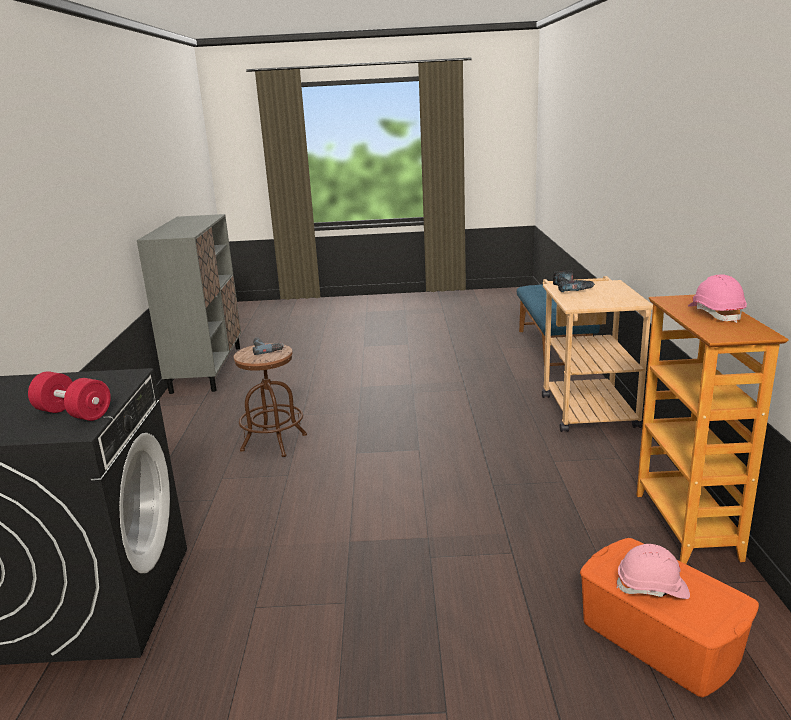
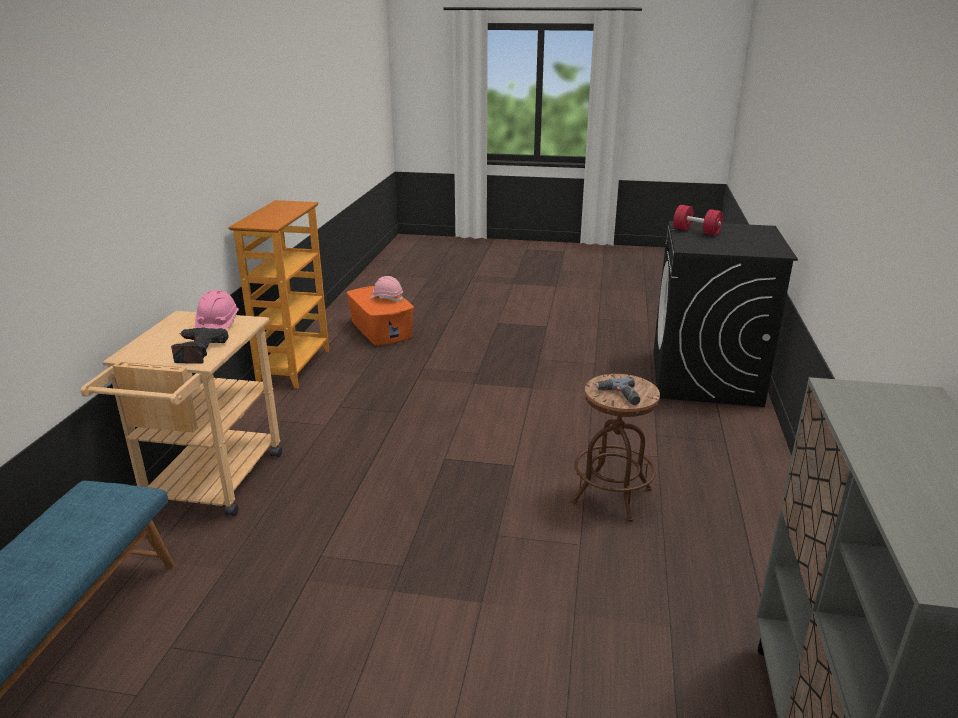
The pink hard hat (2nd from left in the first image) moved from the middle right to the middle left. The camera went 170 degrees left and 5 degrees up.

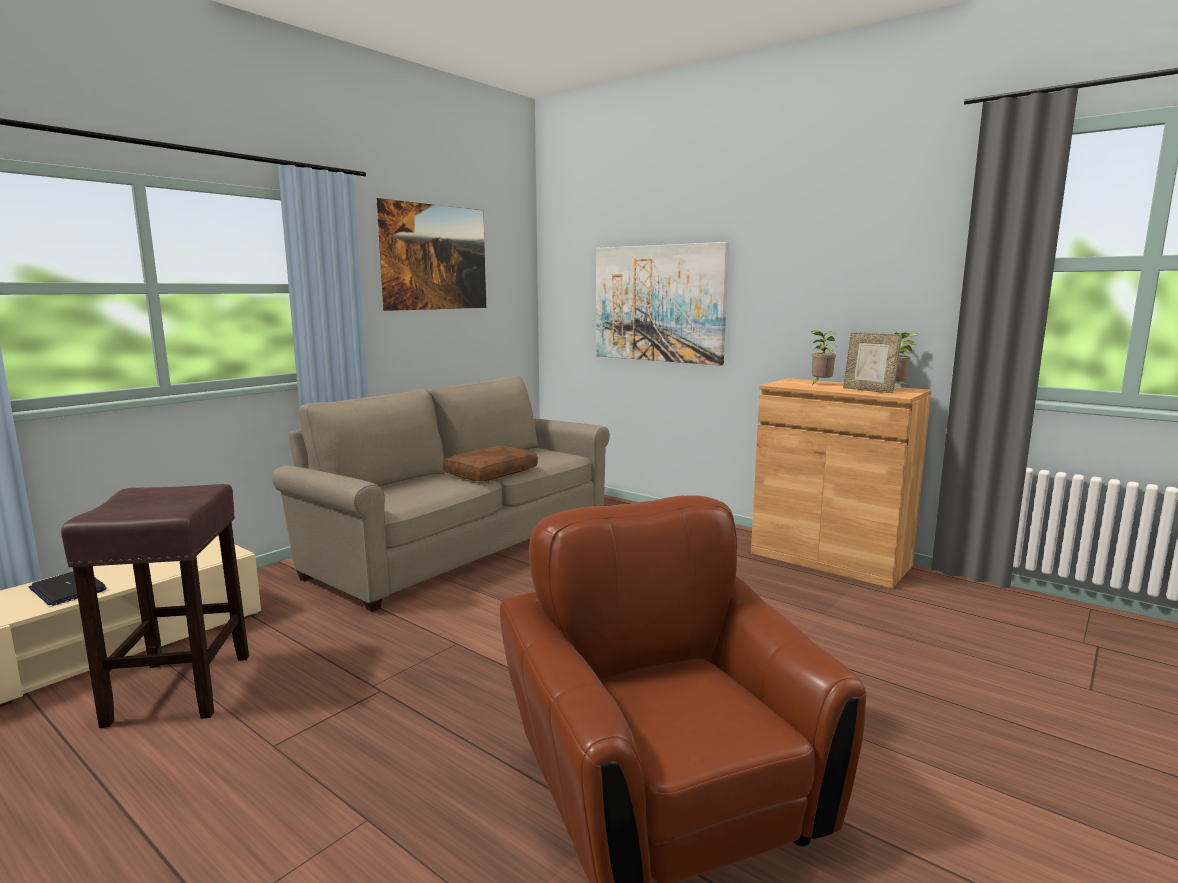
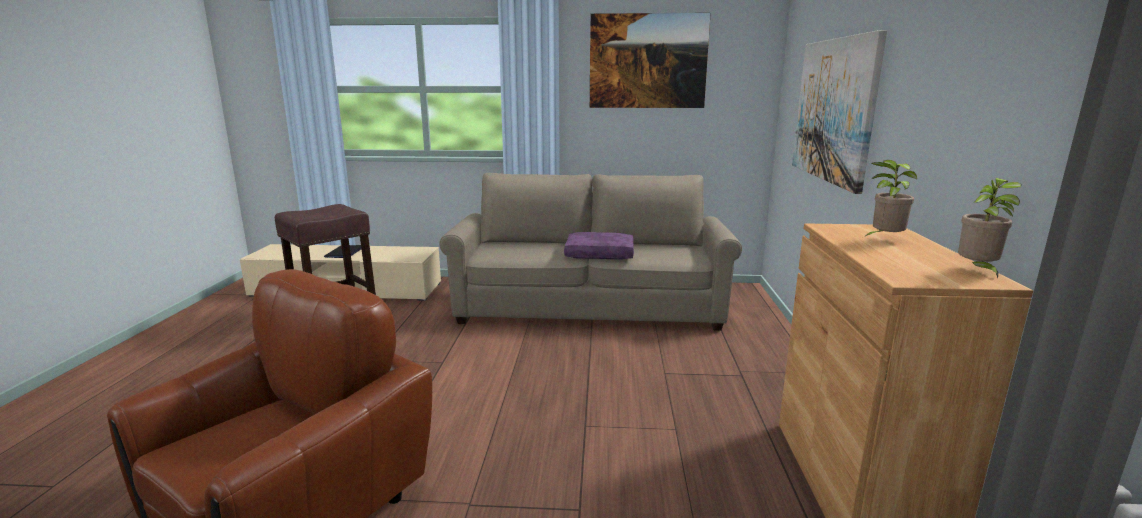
The brown pillow at the centre became the purple pillow at the centre. The picture frame at the middle right disappeared. The camera went 55 degrees right and 5 degrees up.

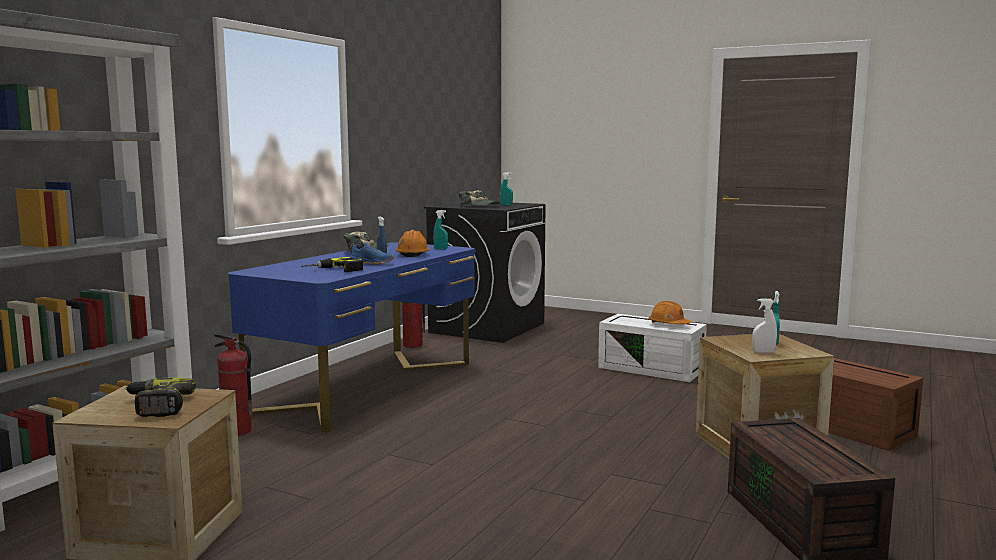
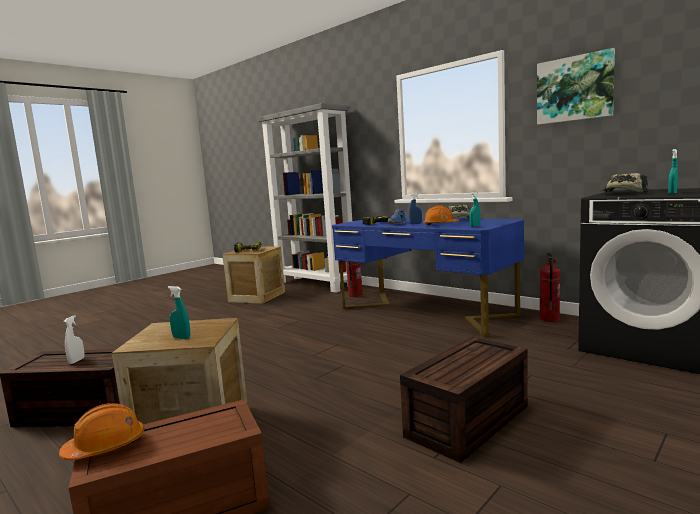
The orange hard hat (2nd from left in the first image) moved from the middle right to the bottom left. The white spray bottle moved from the middle right to the middle left. The white storage box at the centre became the brown storage box (3rd from left) at the bottom centre. The picture at the top right appeared. The camera went 105 degrees right and 0 degrees up.

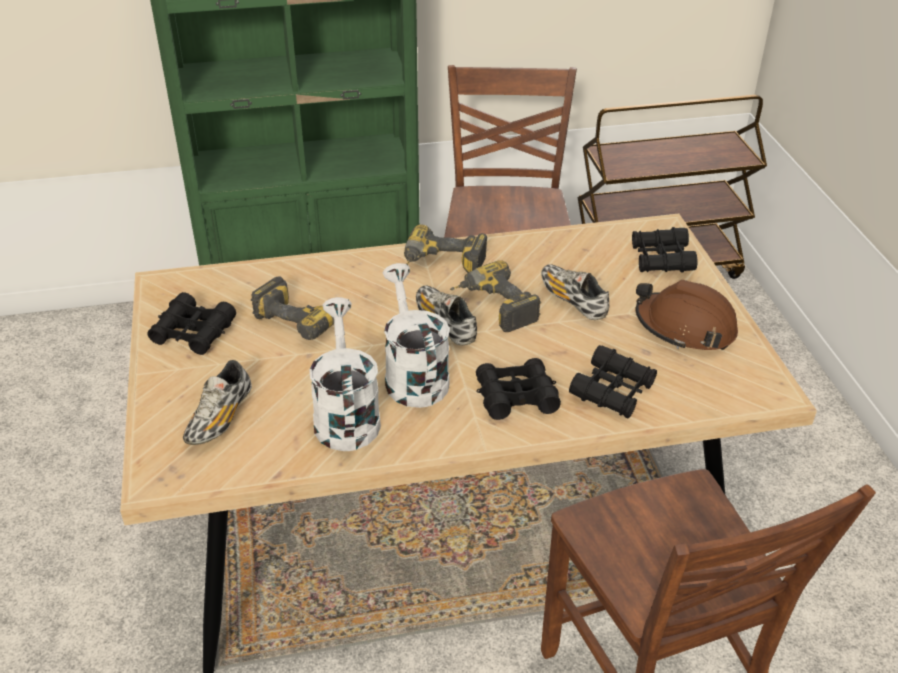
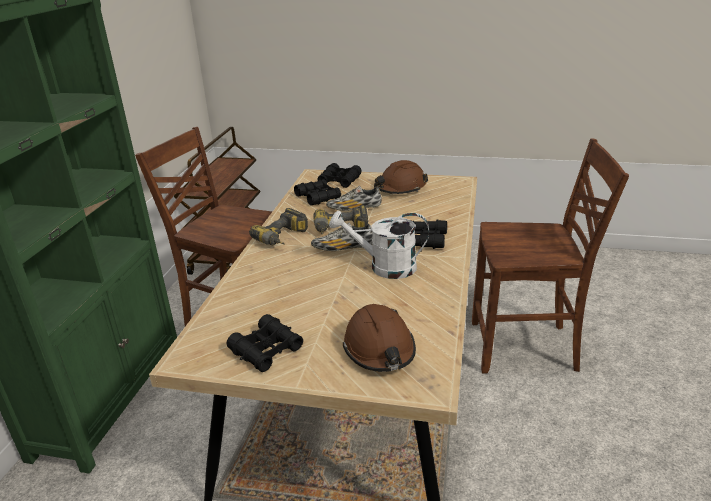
The black binoculars (3rd from left in the first image) moved from the middle right to the centre. The shoe (1st from left) at the middle left was replaced by the brown hard hat (1st from left) at the bottom centre. The power drill (1st from left) at the middle left disappeared. The white watering can (1st from left) at the centre disappeared. The camera went 65 degrees left and 10 degrees down.

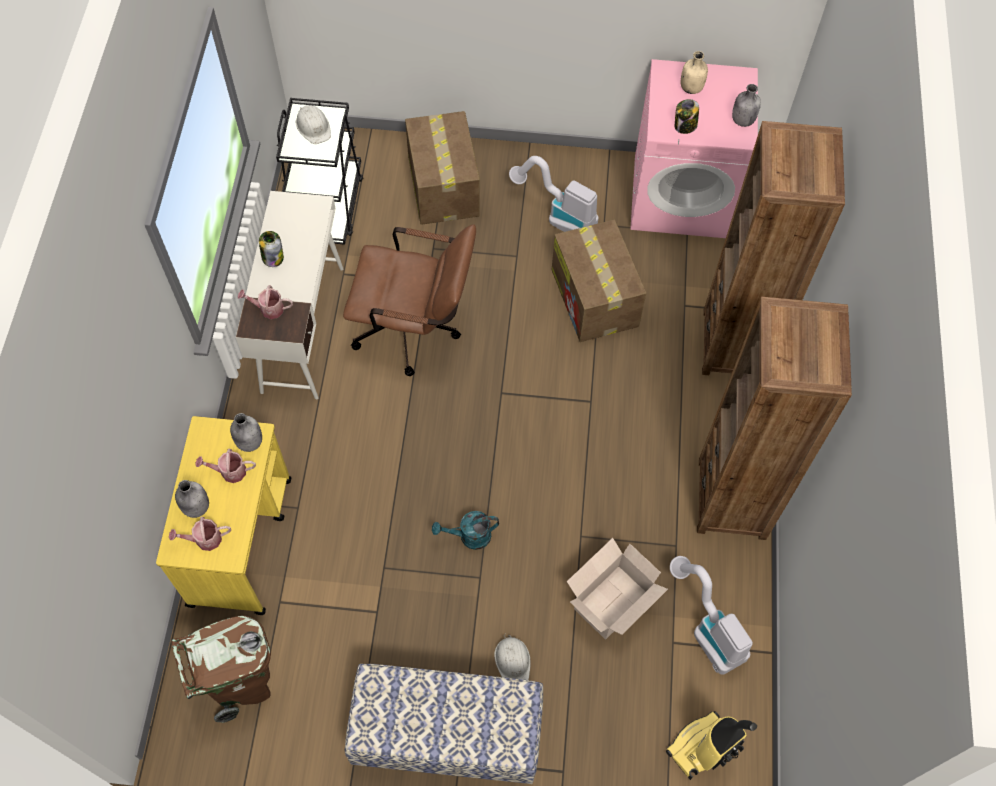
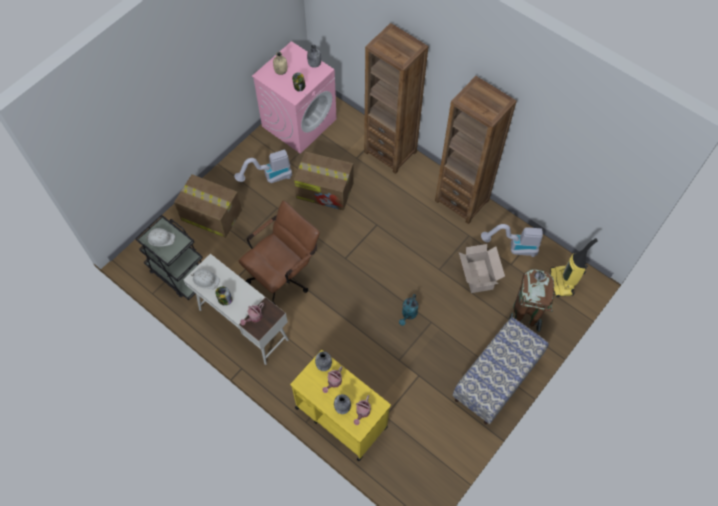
The white hard hat (2nd from left) moved from the bottom centre to the middle left. The brown trash can moved from the bottom left to the middle right. The camera went 55 degrees left and 0 degrees up.

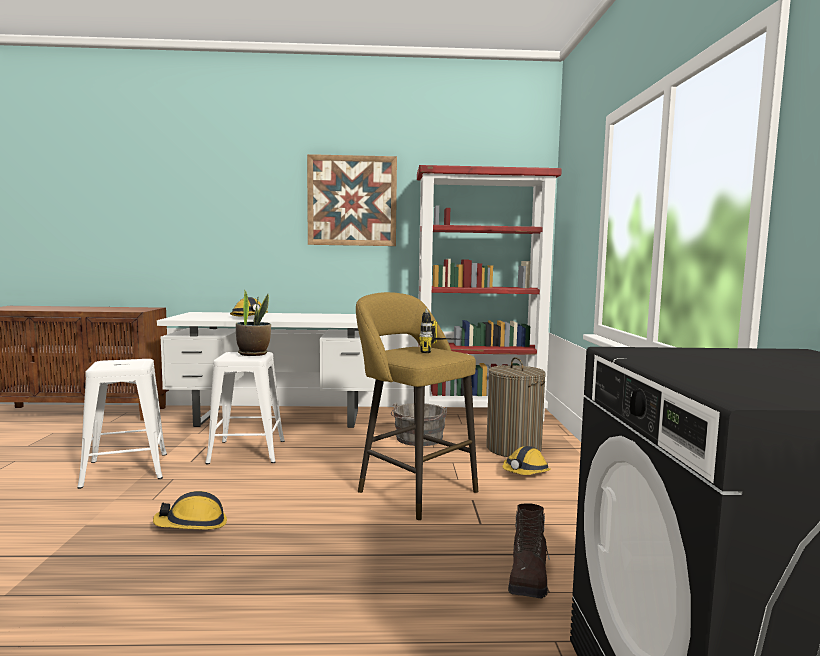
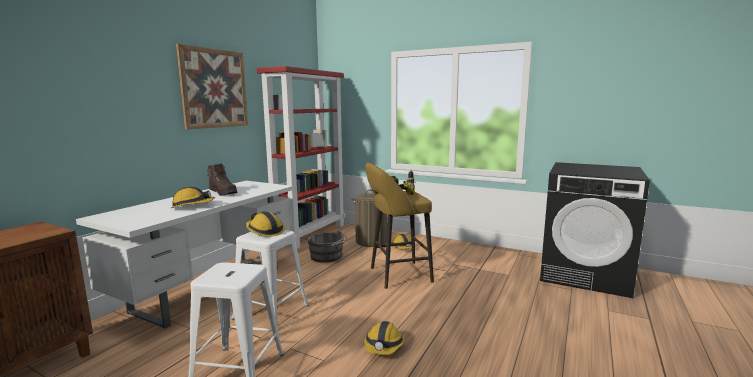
The brown boot moved from the bottom centre to the middle left. The potted plant at the middle left was replaced by the hard hat (2nd from left) at the centre. The camera went 60 degrees left and 5 degrees up.

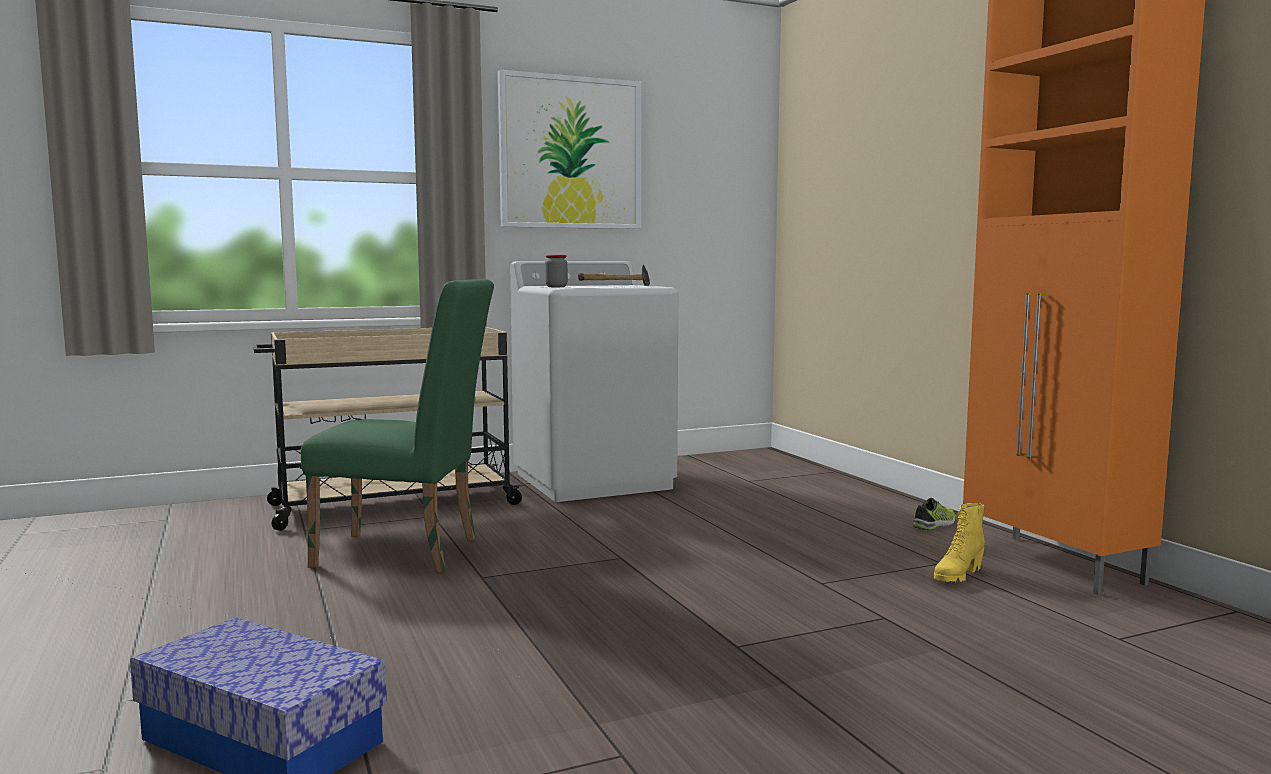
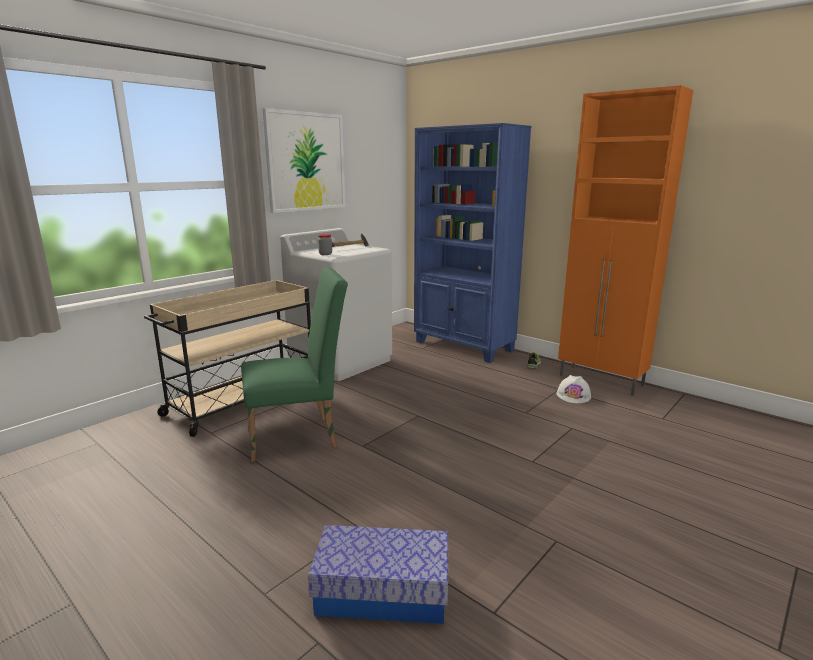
The blue bookcase at the centre appeared. The yellow boot at the bottom right was replaced by the white hard hat at the middle right. The camera went 25 degrees left and 10 degrees up.

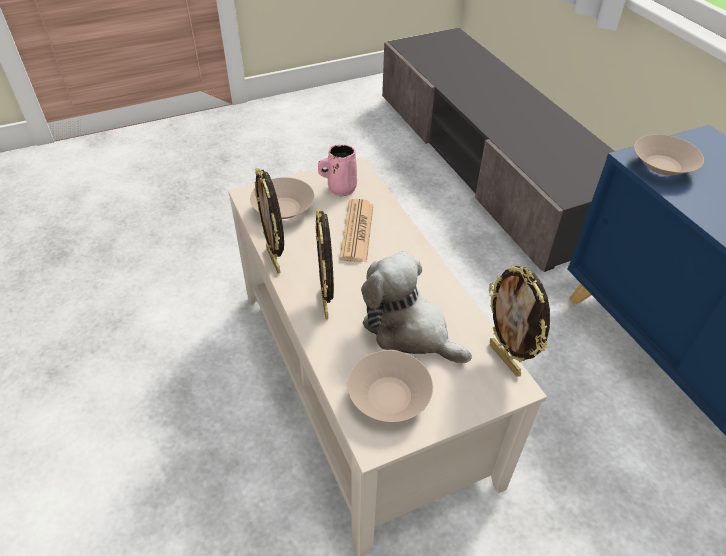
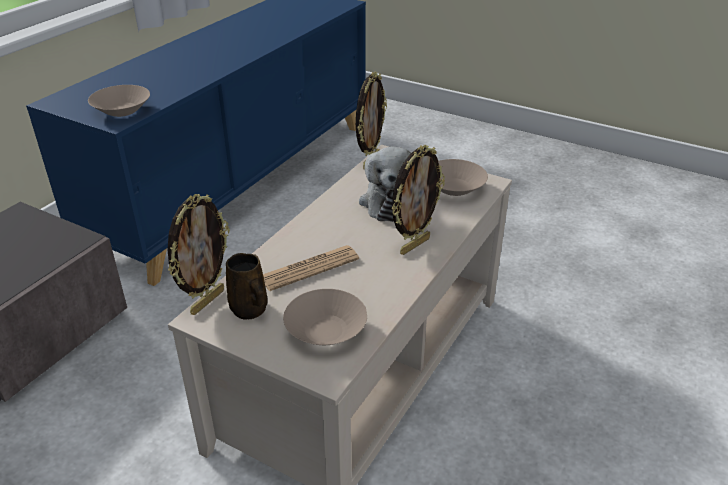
The picture frame (1st from left) moved from the centre to the middle left. The pink mug at the top centre became the brown mug at the centre. The camera went 125 degrees left and 10 degrees down.

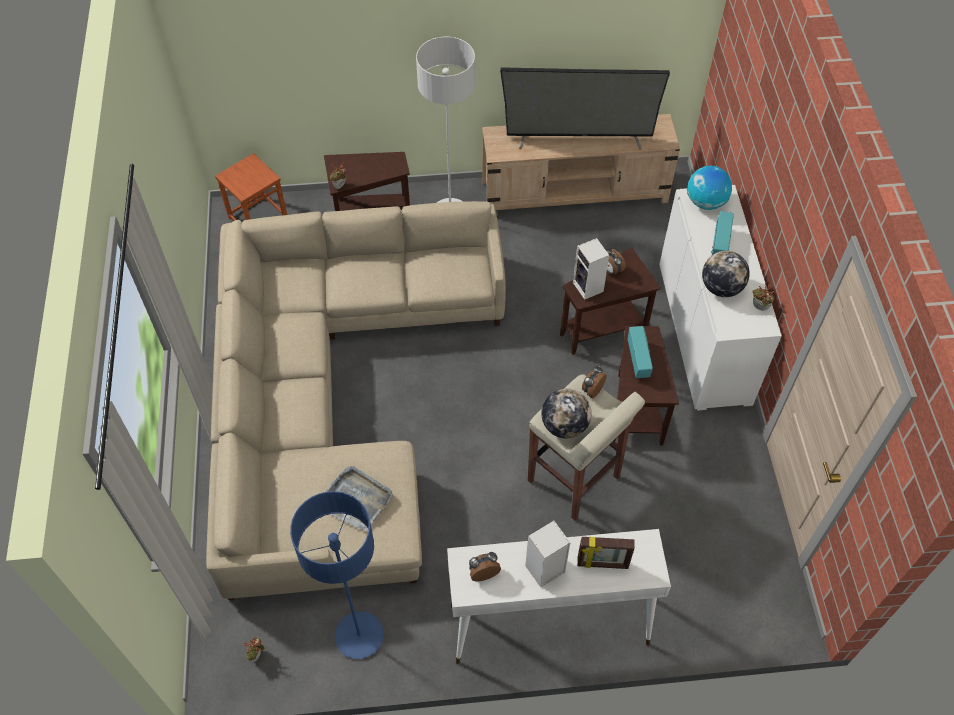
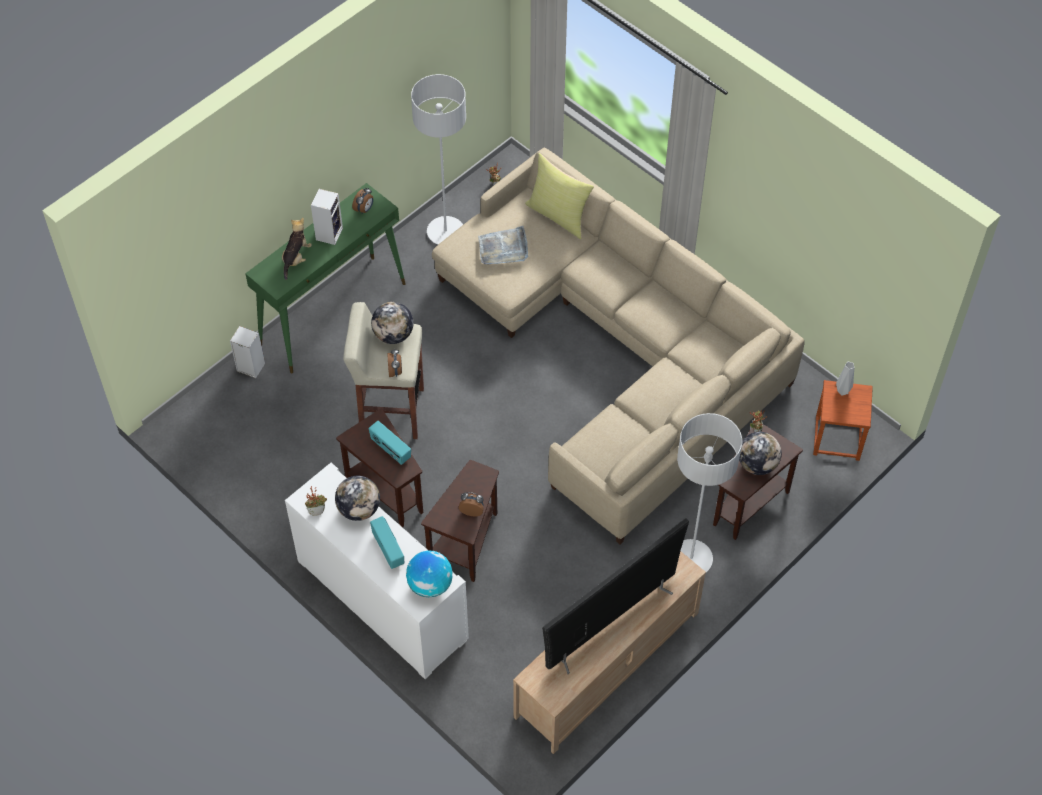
The speaker (2nd from left in the first image) moved from the centre to the middle left. The white console table at the bottom centre became the green console table at the middle left. The picture frame at the bottom centre was replaced by the plush toy at the top left. The blue floor lamp at the bottom centre became the grey floor lamp (1st from left) at the top centre. The yellow pillow at the top centre appeared. The globe (4th from left) at the middle right appeared. The grey vase at the middle right appeared. The camera went 140 degrees right and 0 degrees up.

